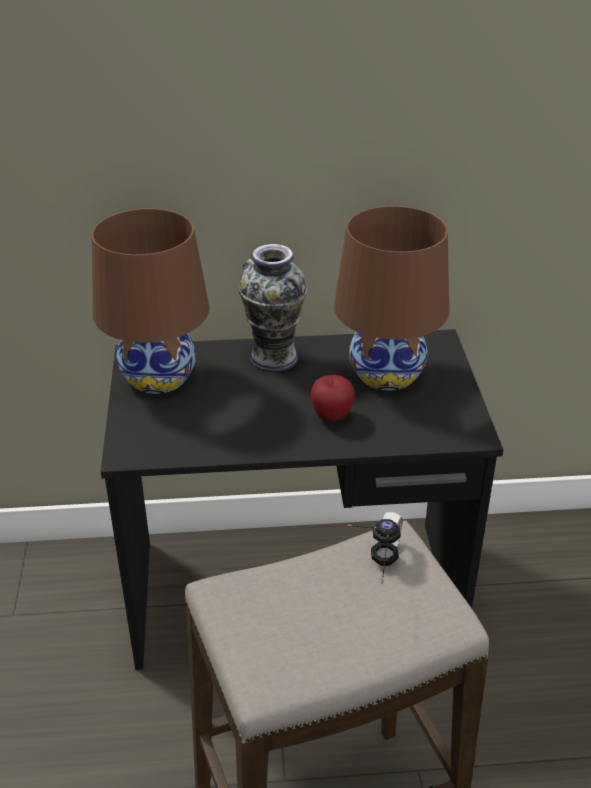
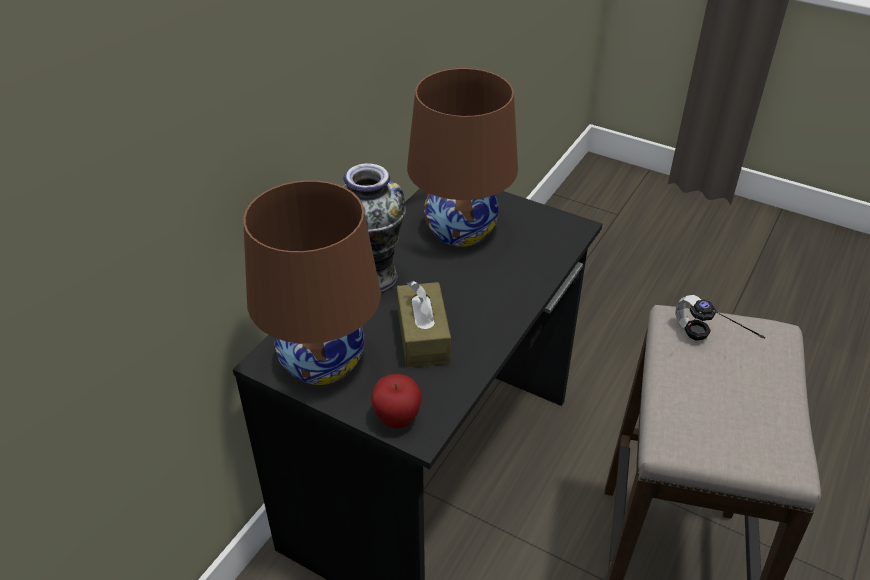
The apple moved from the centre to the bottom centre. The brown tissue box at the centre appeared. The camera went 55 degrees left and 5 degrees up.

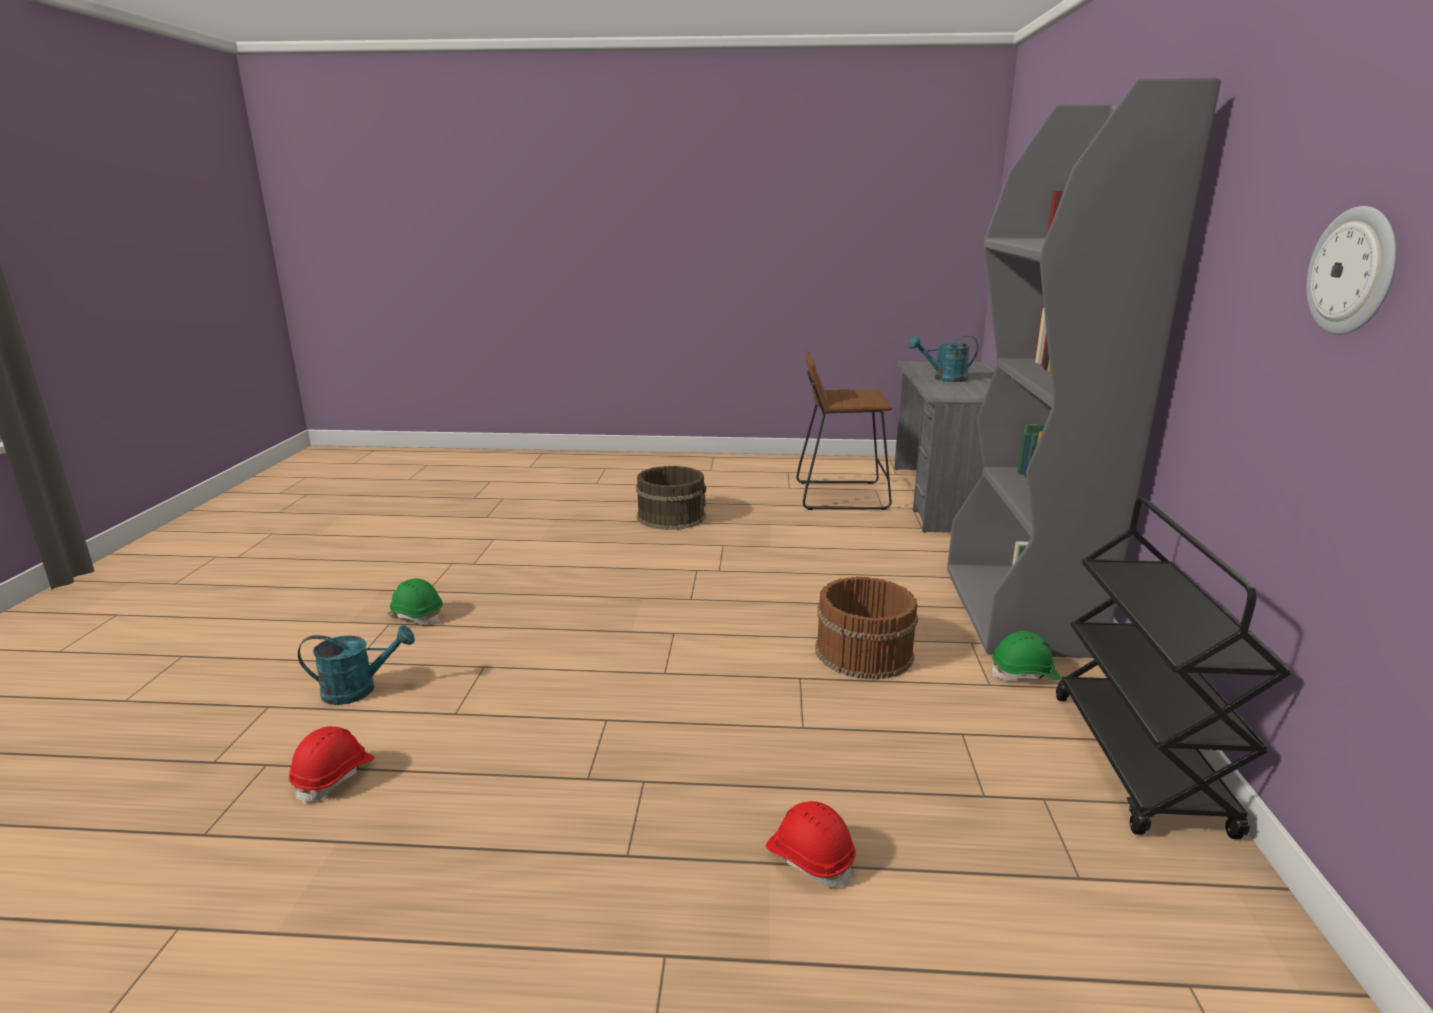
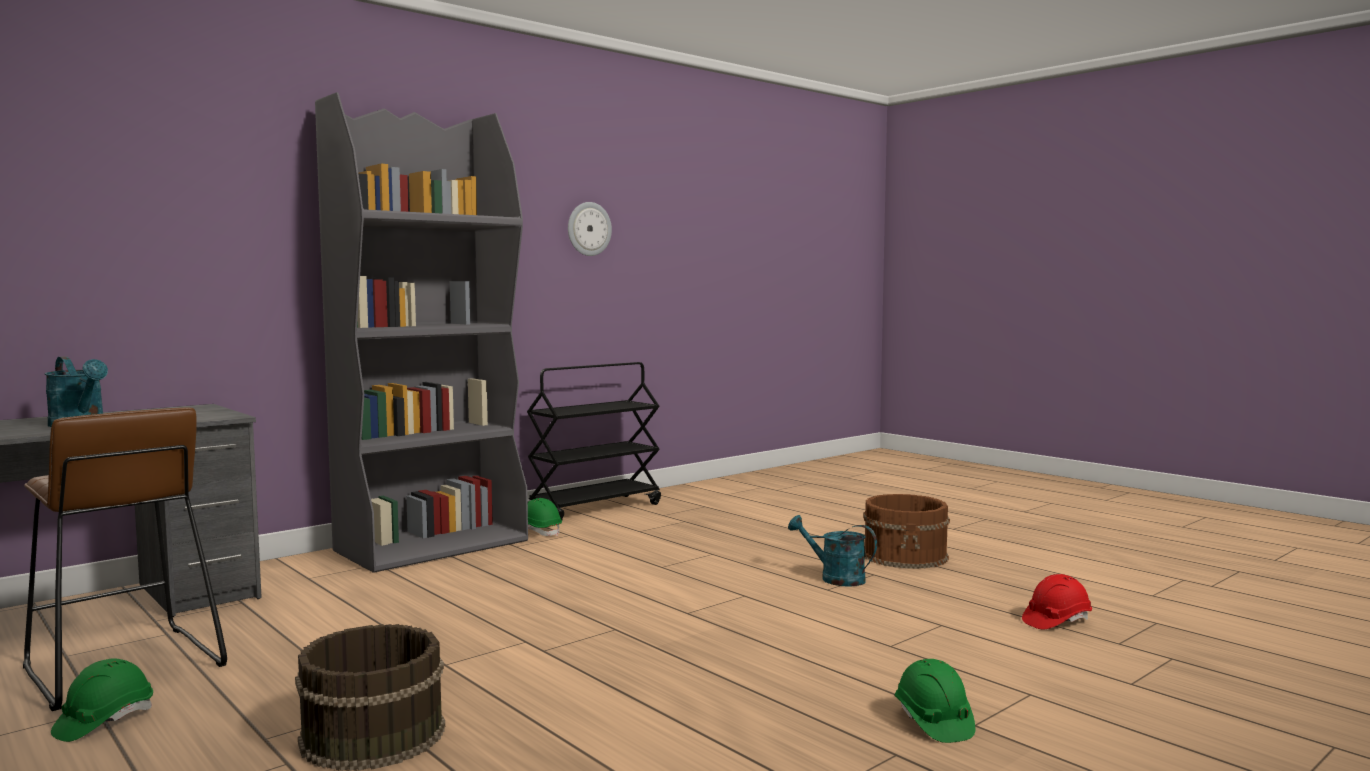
The green hard hat (1st from left) at the bottom left appeared. The turquoise watering can (1st from left in the first image) moved from the middle left to the bottom centre. The brown bucket (2nd from left) moved from the centre to the bottom centre. The red hard hat (2nd from left) at the bottom centre disappeared. The camera went 135 degrees left and 15 degrees down.

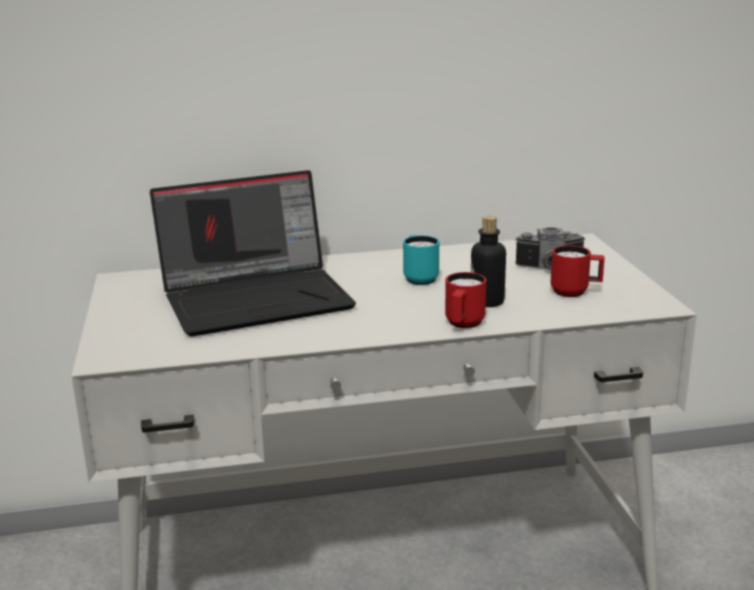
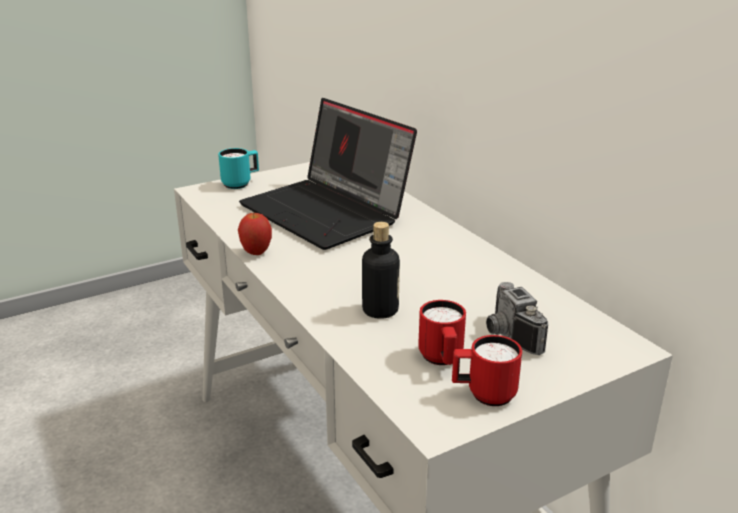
The turquoise mug moved from the centre to the top left. The apple at the centre appeared. The red mug (1st from left in the first image) moved from the centre to the bottom centre. The camera went 70 degrees right and 5 degrees up.

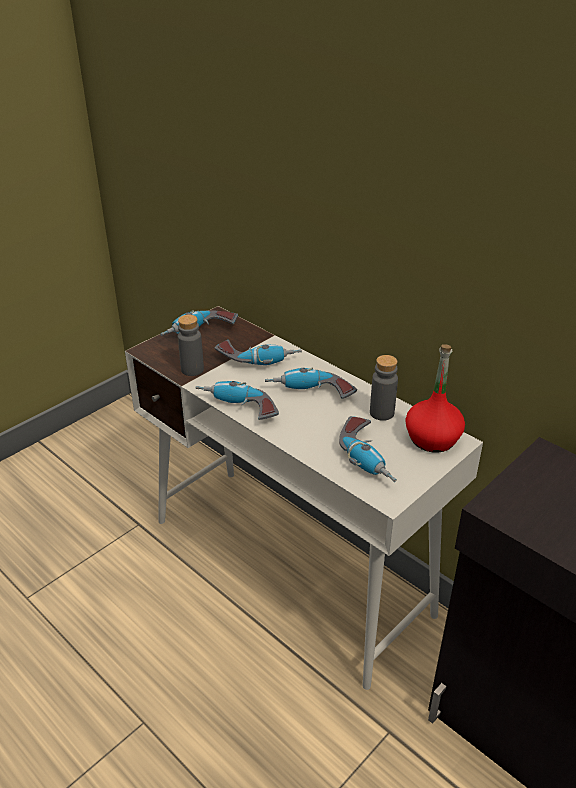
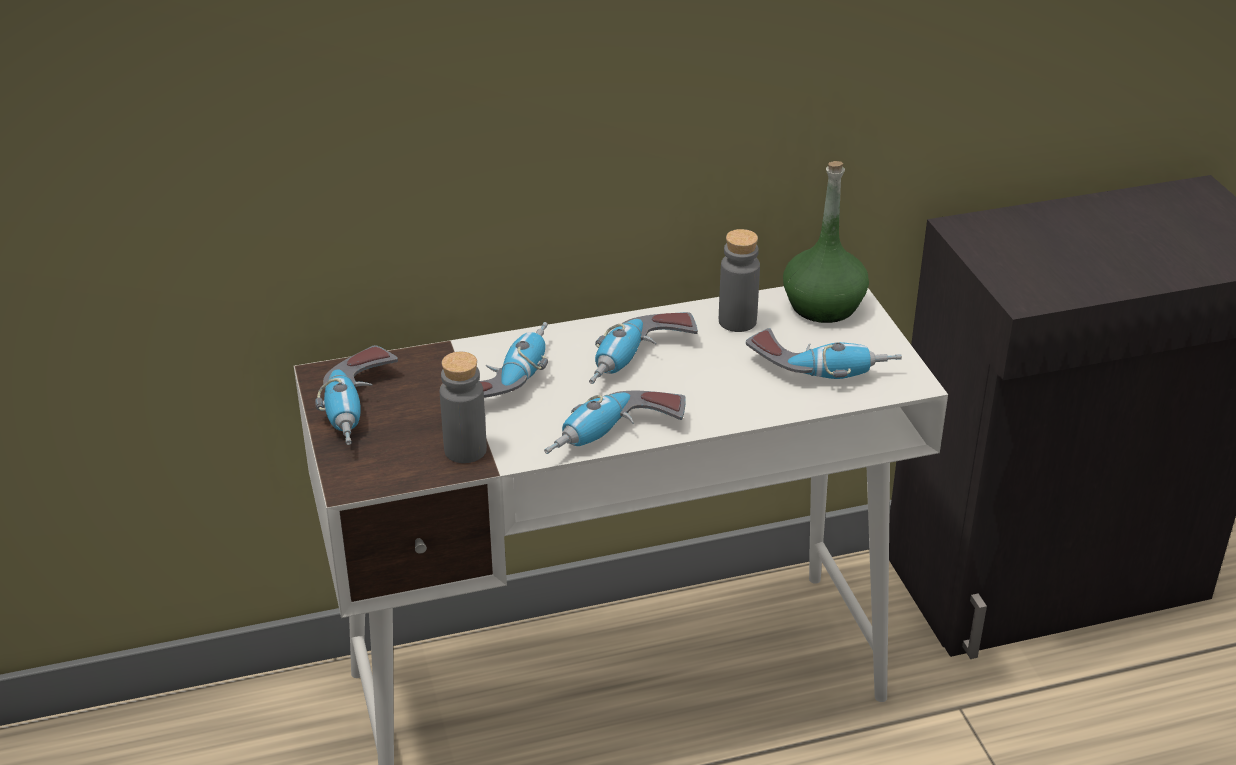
The red bottle at the middle right became the green bottle at the top right. The camera went 60 degrees left and 0 degrees up.

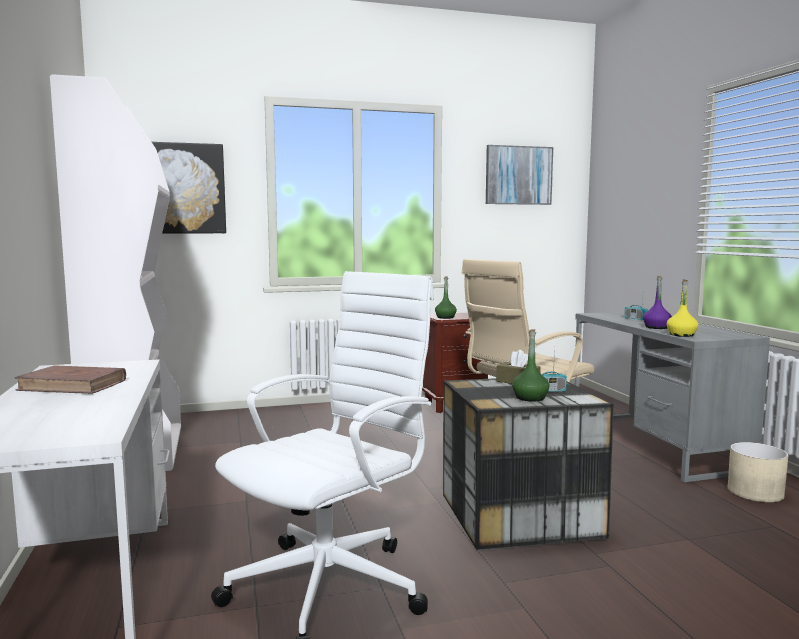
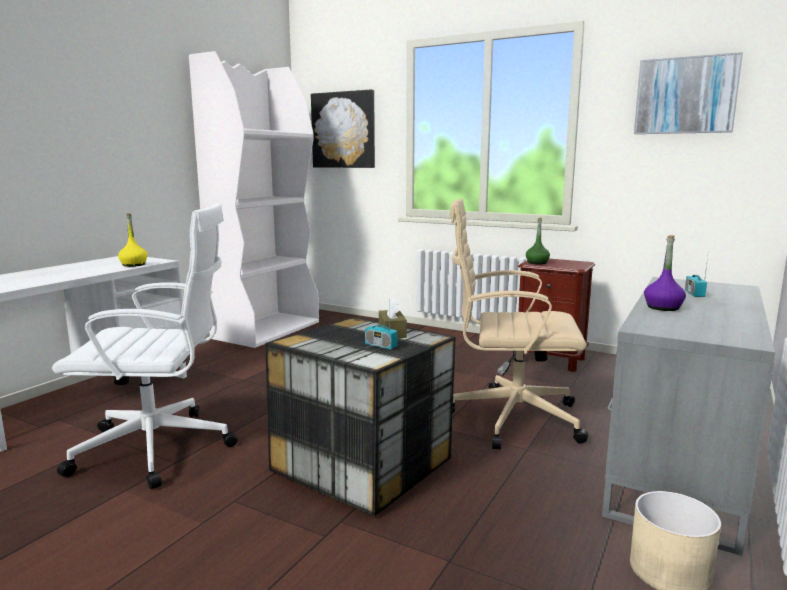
The yellow bottle moved from the middle right to the middle left. The brown book at the middle left disappeared. The green bottle (2nd from left) at the centre disappeared. The camera went 45 degrees right and 5 degrees up.

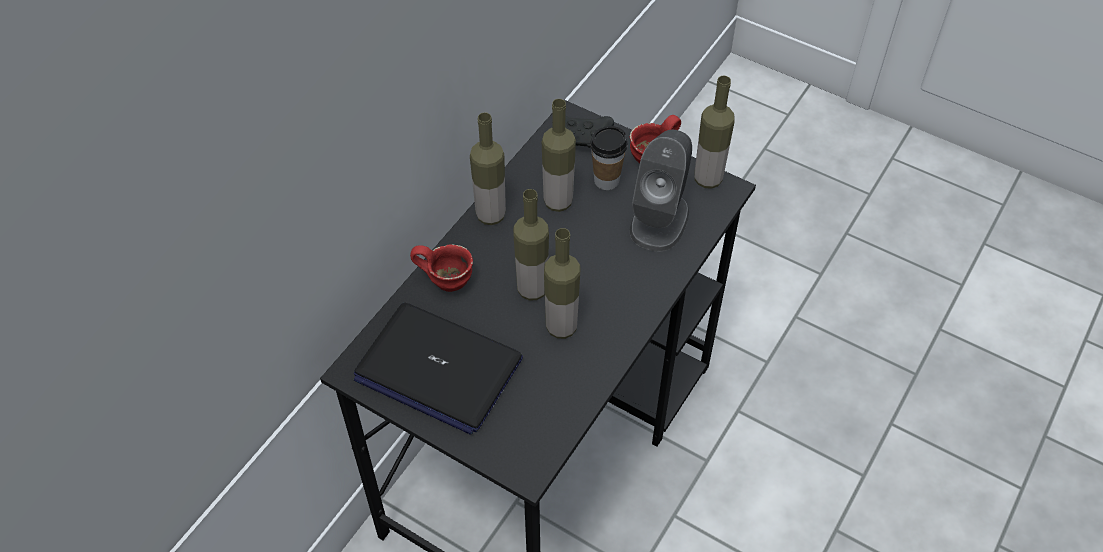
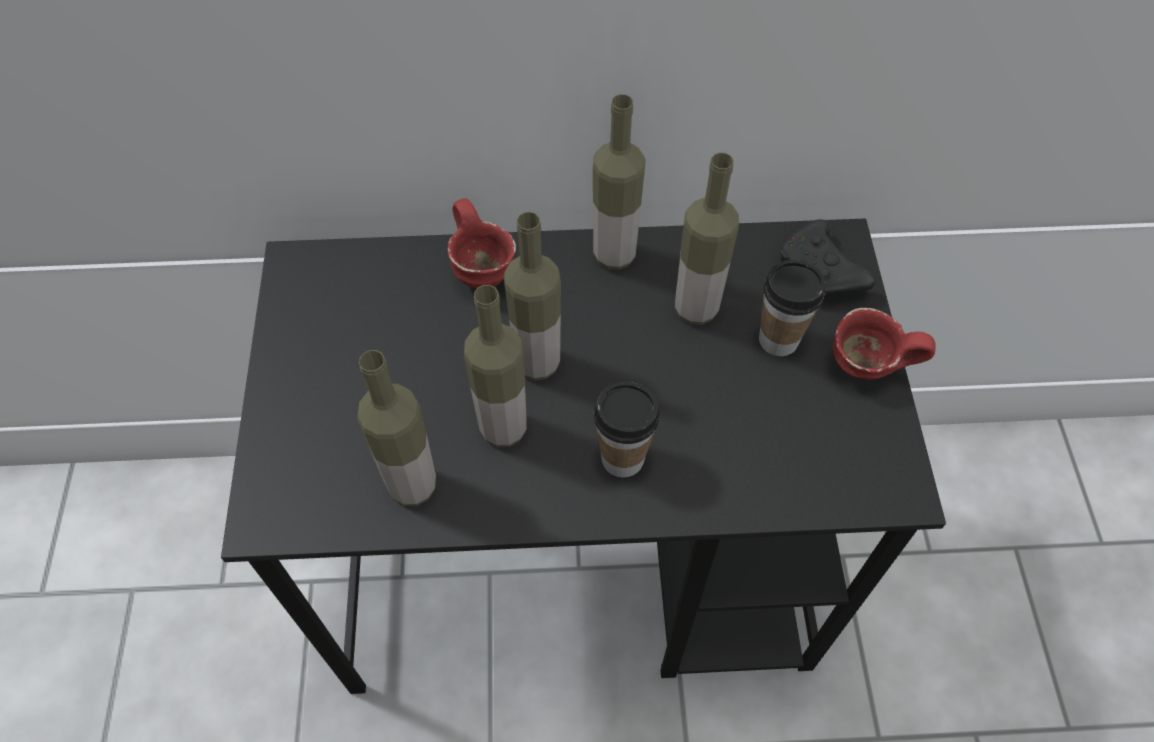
The bottle (5th from left in the first image) moved from the top centre to the centre. The cup (1st from left) at the centre appeared. The laptop at the bottom centre disappeared. The grey speaker at the centre disappeared. The camera went 55 degrees right and 5 degrees up.

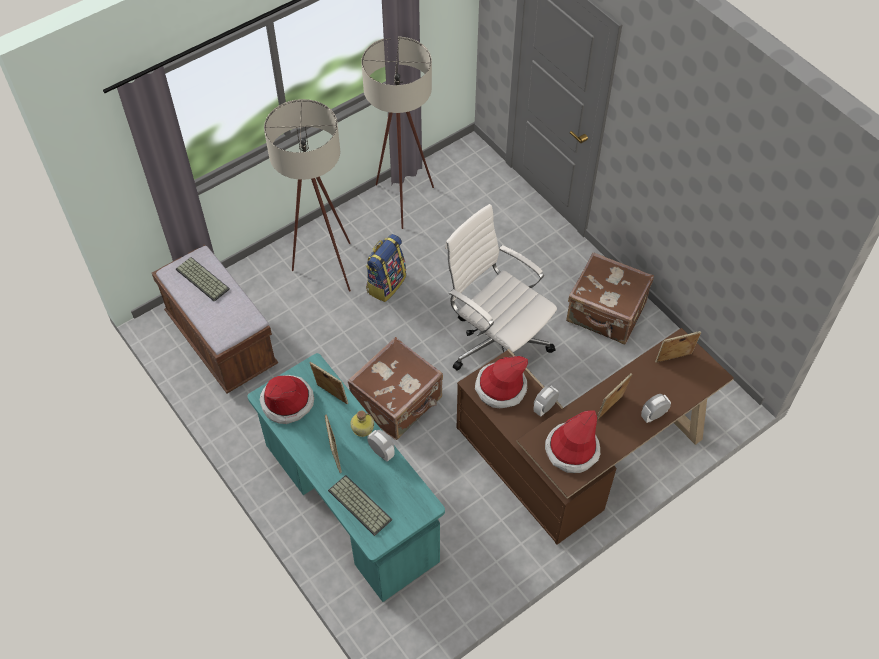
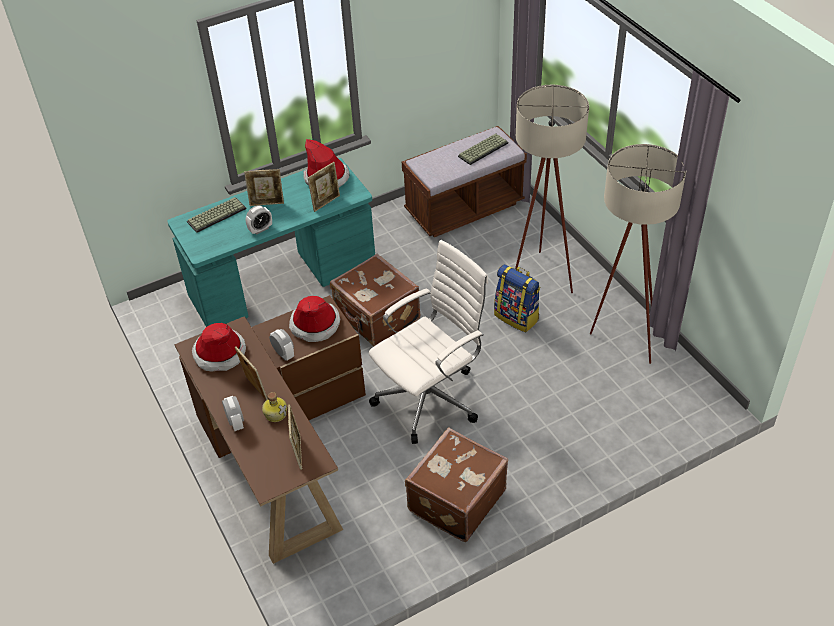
The bottle moved from the centre to the middle left. The camera went 100 degrees right and 10 degrees down.

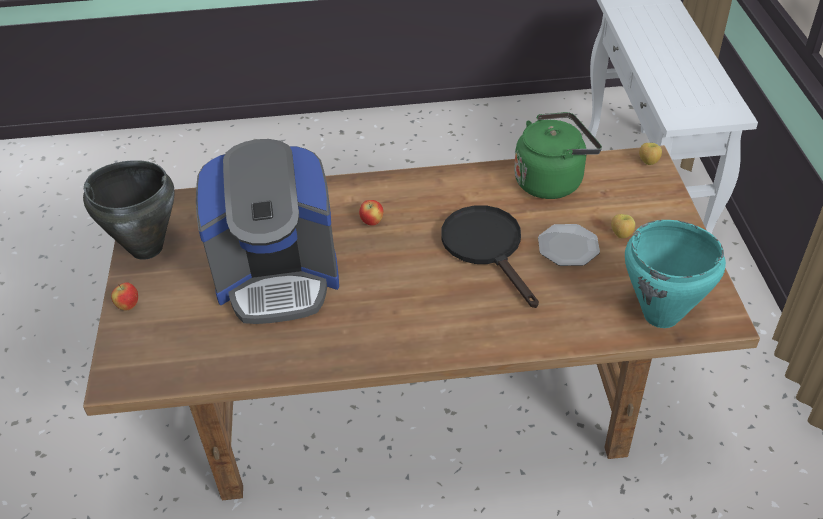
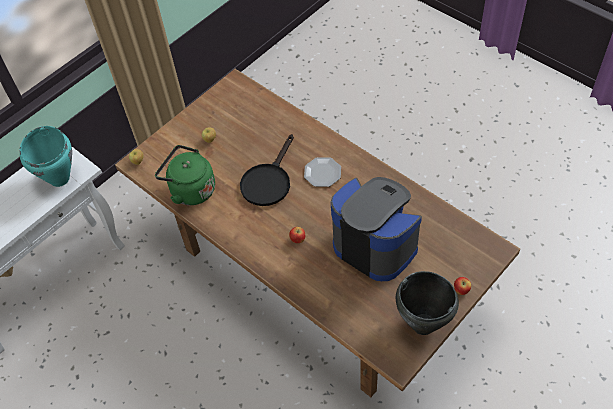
The turquoise cooking pot moved from the middle right to the middle left. The plate moved from the middle right to the centre. The camera went 130 degrees left and 10 degrees up.

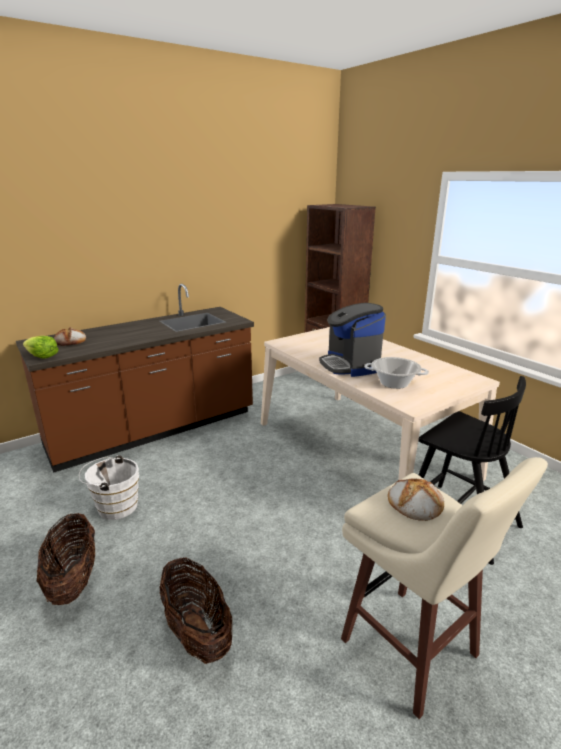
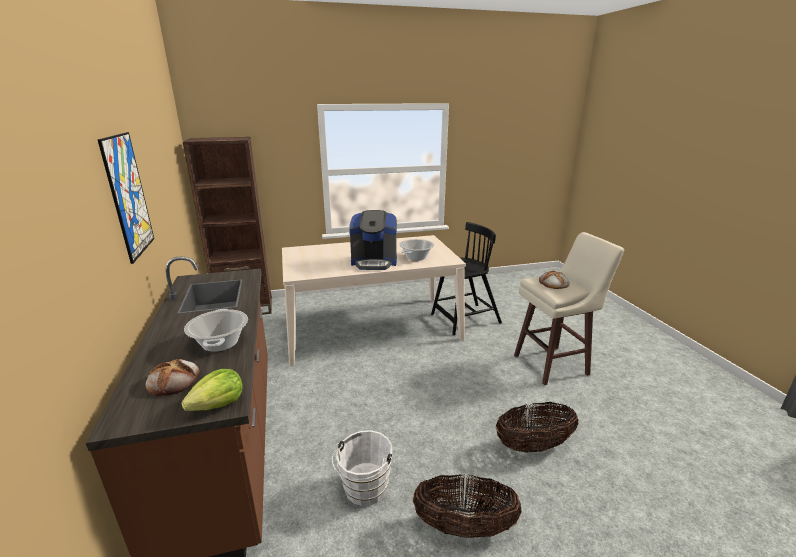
The picture at the middle left appeared. The cooking pot (1st from left) at the middle left appeared. The camera went 70 degrees left and 0 degrees up.

